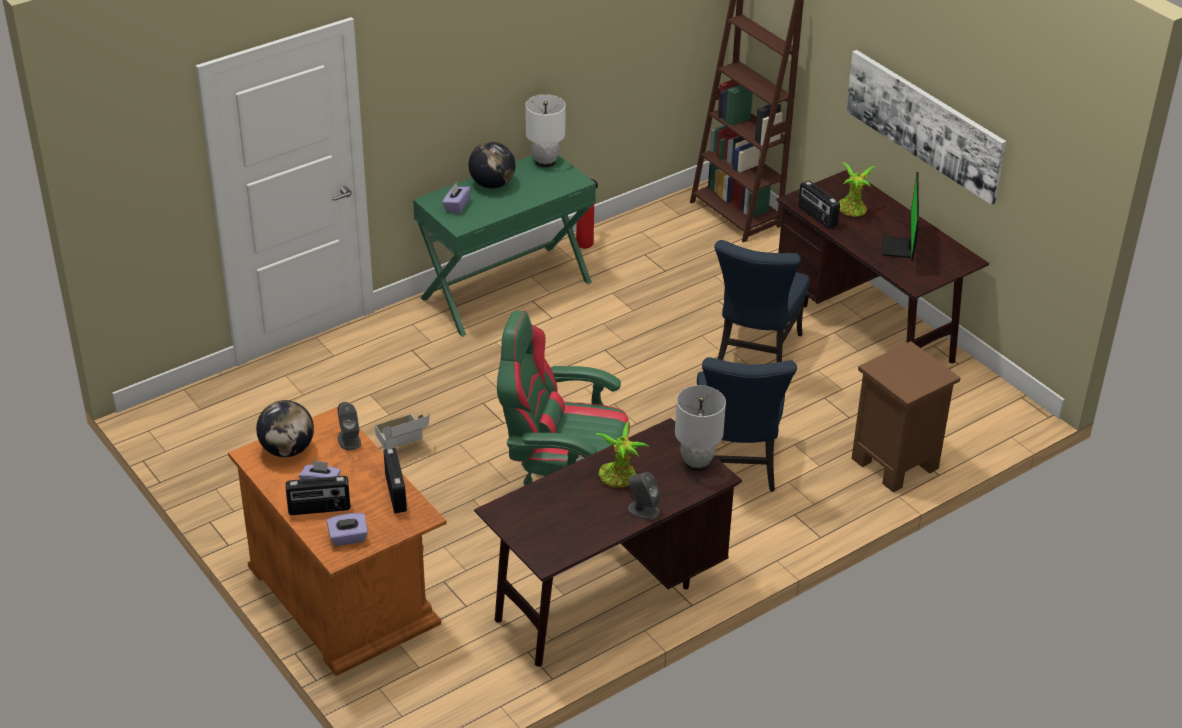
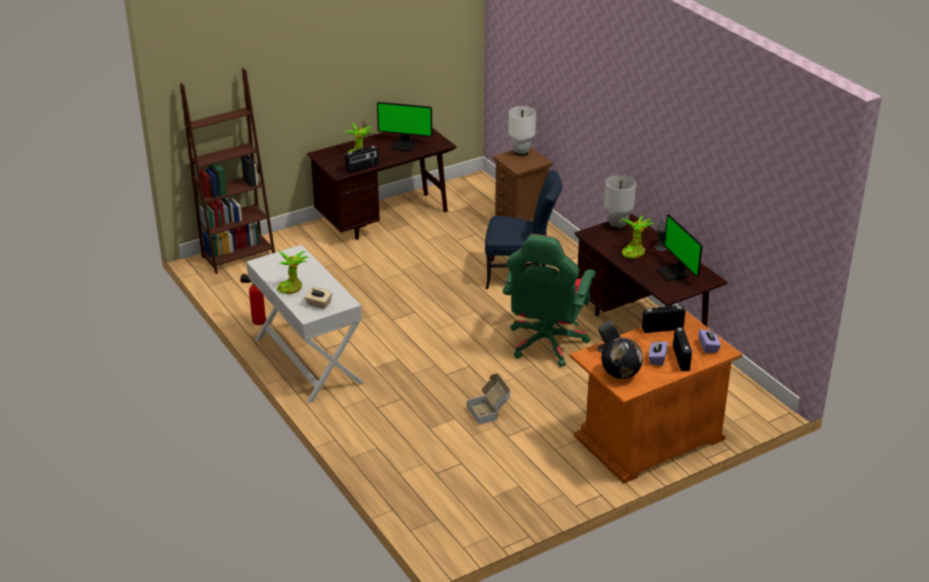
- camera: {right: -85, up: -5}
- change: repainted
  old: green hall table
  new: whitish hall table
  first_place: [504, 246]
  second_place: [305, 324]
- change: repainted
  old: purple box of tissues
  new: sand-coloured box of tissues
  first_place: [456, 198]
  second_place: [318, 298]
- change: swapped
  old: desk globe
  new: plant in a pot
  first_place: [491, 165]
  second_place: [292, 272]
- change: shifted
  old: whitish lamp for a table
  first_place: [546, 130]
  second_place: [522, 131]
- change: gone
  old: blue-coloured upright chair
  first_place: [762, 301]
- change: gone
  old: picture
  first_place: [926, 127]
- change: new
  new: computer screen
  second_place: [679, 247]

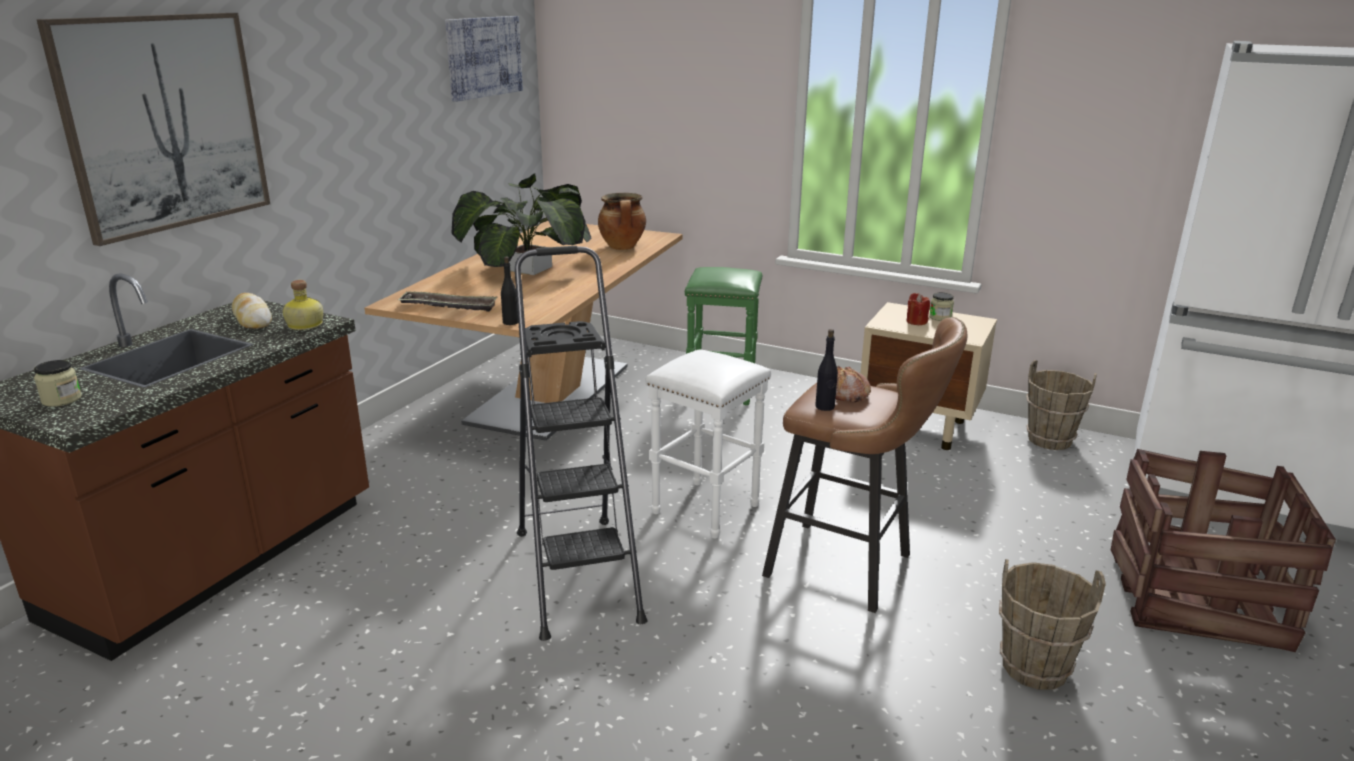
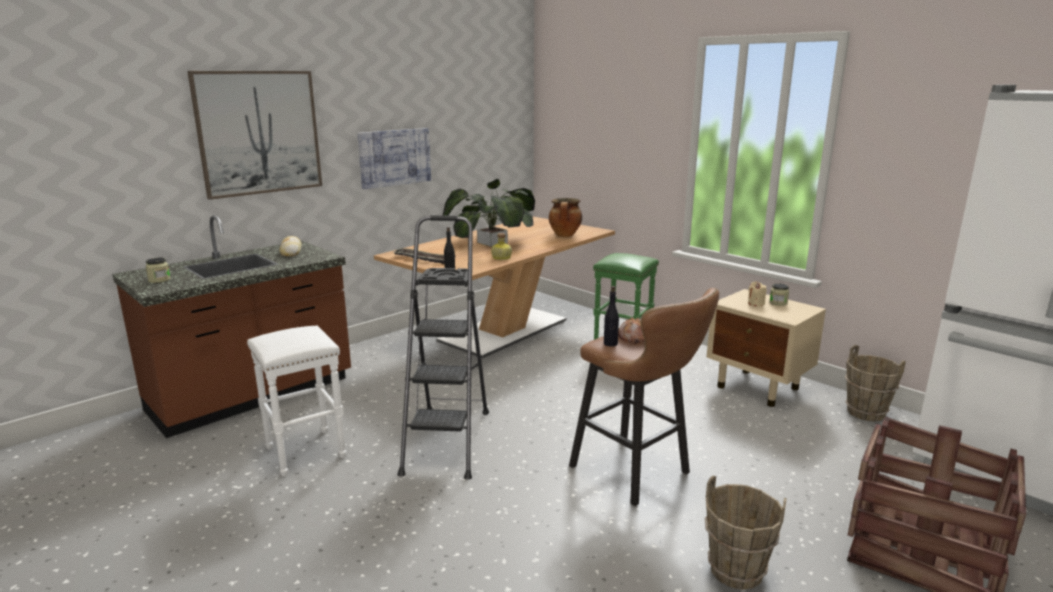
- camera: {right: 20, up: -5}
- change: shifted
  old: bottle
  first_place: [303, 305]
  second_place: [501, 246]
- change: shifted
  old: picture
  first_place: [484, 59]
  second_place: [394, 158]
- change: shifted
  old: whitish stool
  first_place: [708, 443]
  second_place: [296, 401]
- change: repainted
  old: reddish wax candle
  new: sand-coloured wax candle
  first_place: [918, 309]
  second_place: [757, 294]

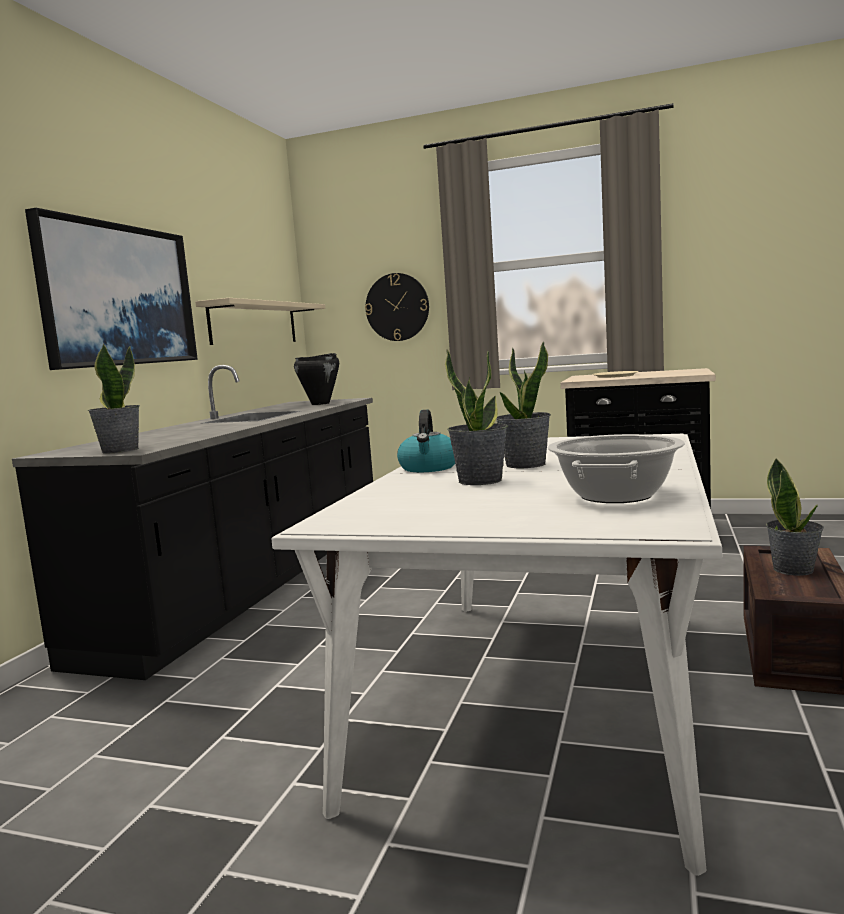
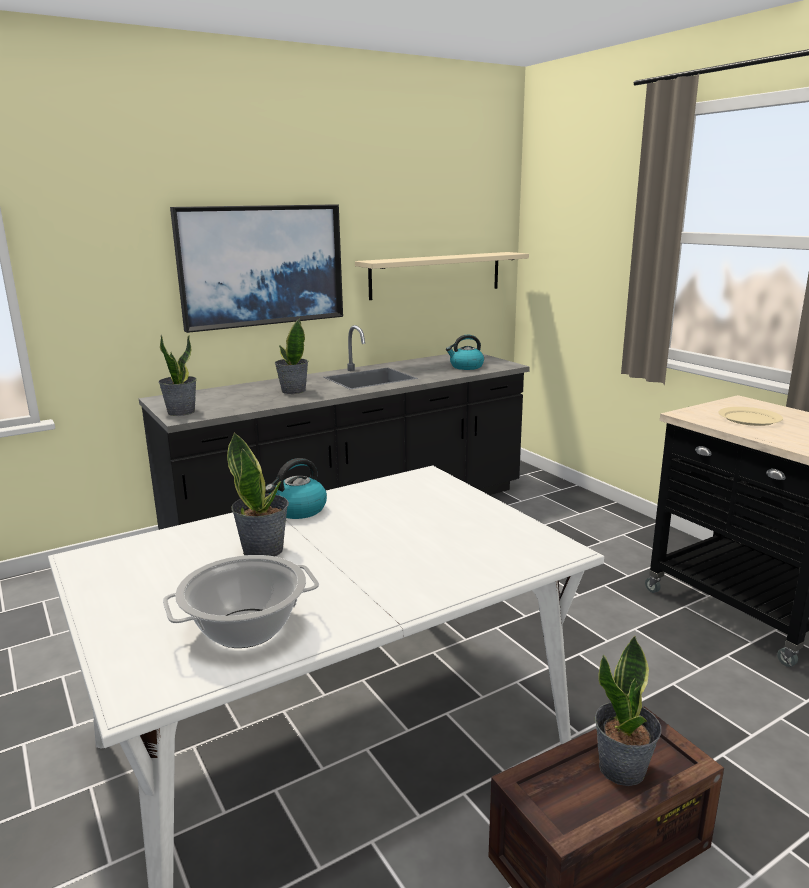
- camera: {right: 40, up: 10}
- change: swapped
  old: black saucepot
  new: tea kettle
  first_place: [316, 379]
  second_place: [465, 352]
- change: gone
  old: hanging clock
  first_place: [397, 307]
- change: shifted
  old: plant in a pot
  first_place: [523, 404]
  second_place: [291, 356]

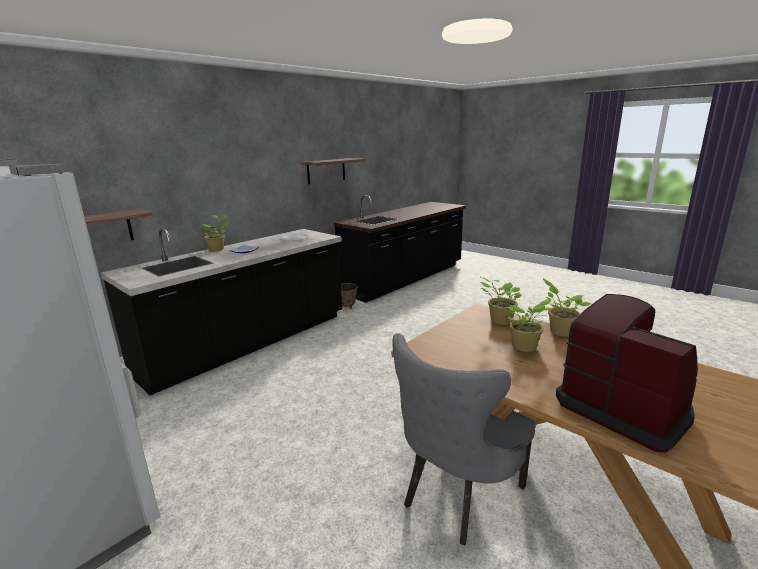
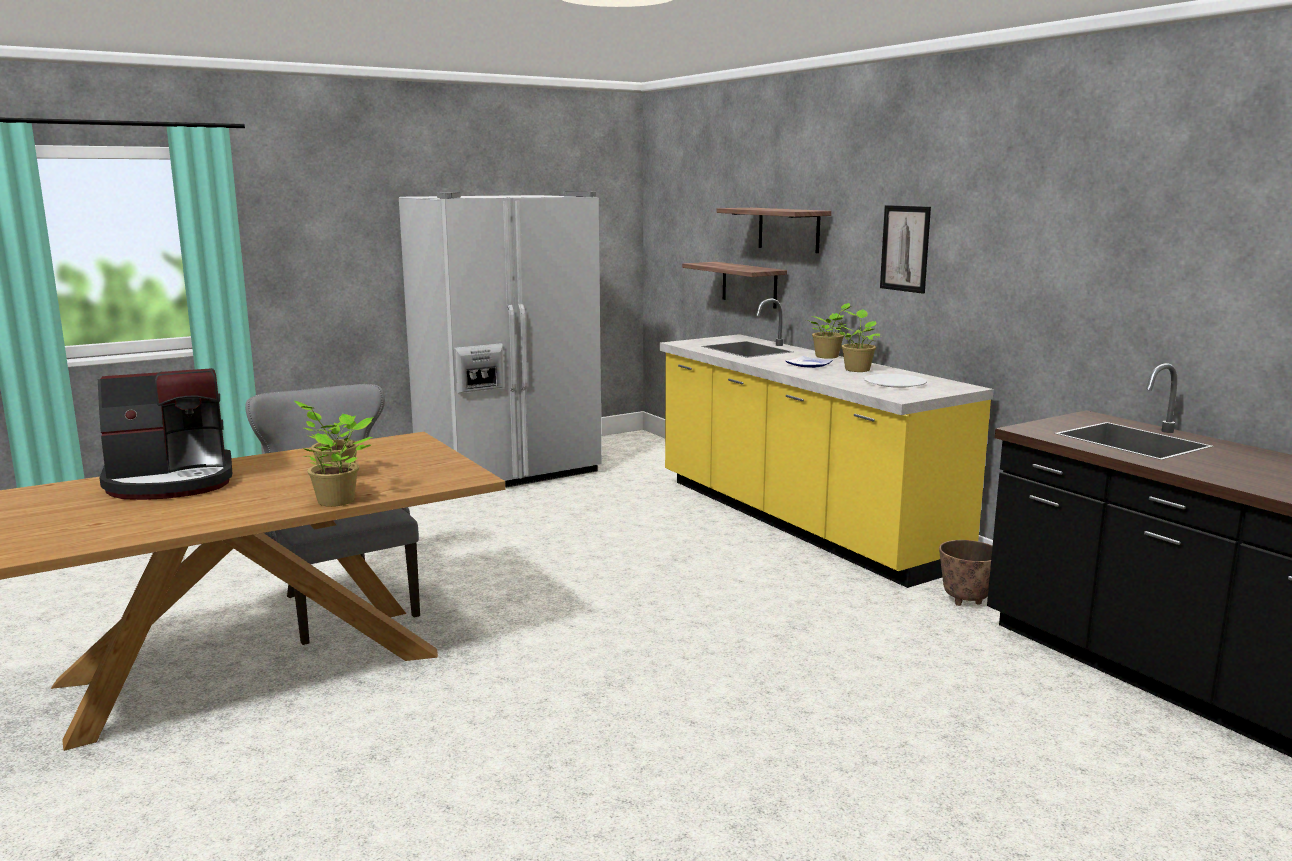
- camera: {right: 105, up: -5}
- change: repainted
  old: black kitchen counter
  new: yellow-coloured kitchen counter
  first_place: [221, 311]
  second_place: [826, 443]
- change: shifted
  old: bracket shelf
  first_place: [333, 171]
  second_place: [773, 230]
- change: shifted
  old: plant in a pot
  first_place: [500, 300]
  second_place: [858, 340]
- change: new
  new: picture
  second_place: [905, 249]

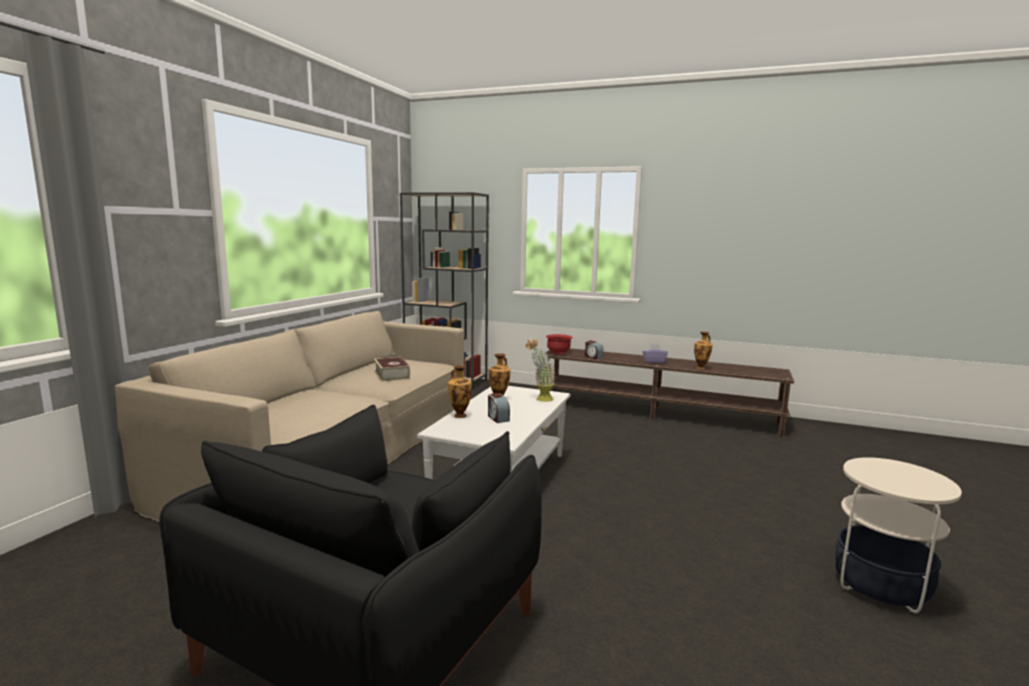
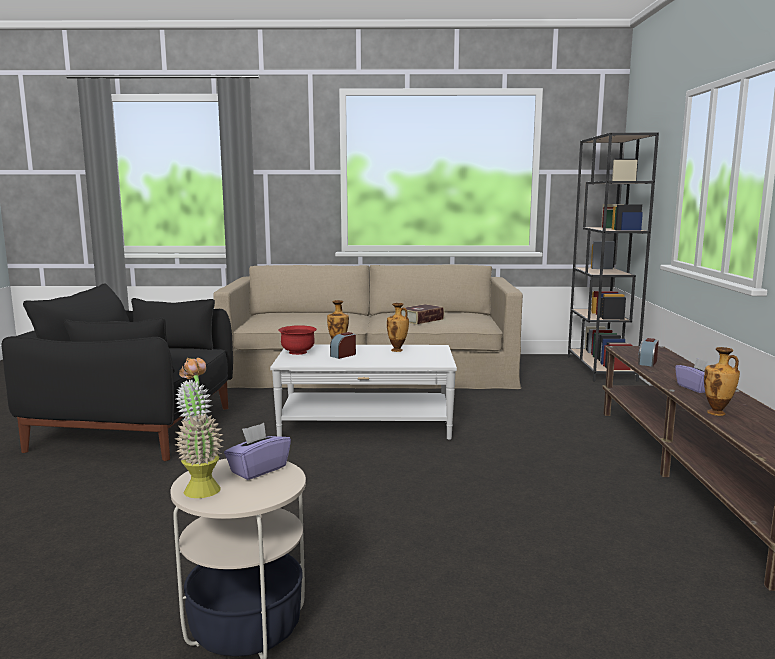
- camera: {right: 70, up: 0}
- change: shifted
  old: plant in a pot
  first_place: [540, 370]
  second_place: [199, 428]
- change: shifted
  old: reddish deep dish
  first_place: [559, 344]
  second_place: [297, 340]
- change: new
  new: purple box of tissues
  second_place: [257, 451]

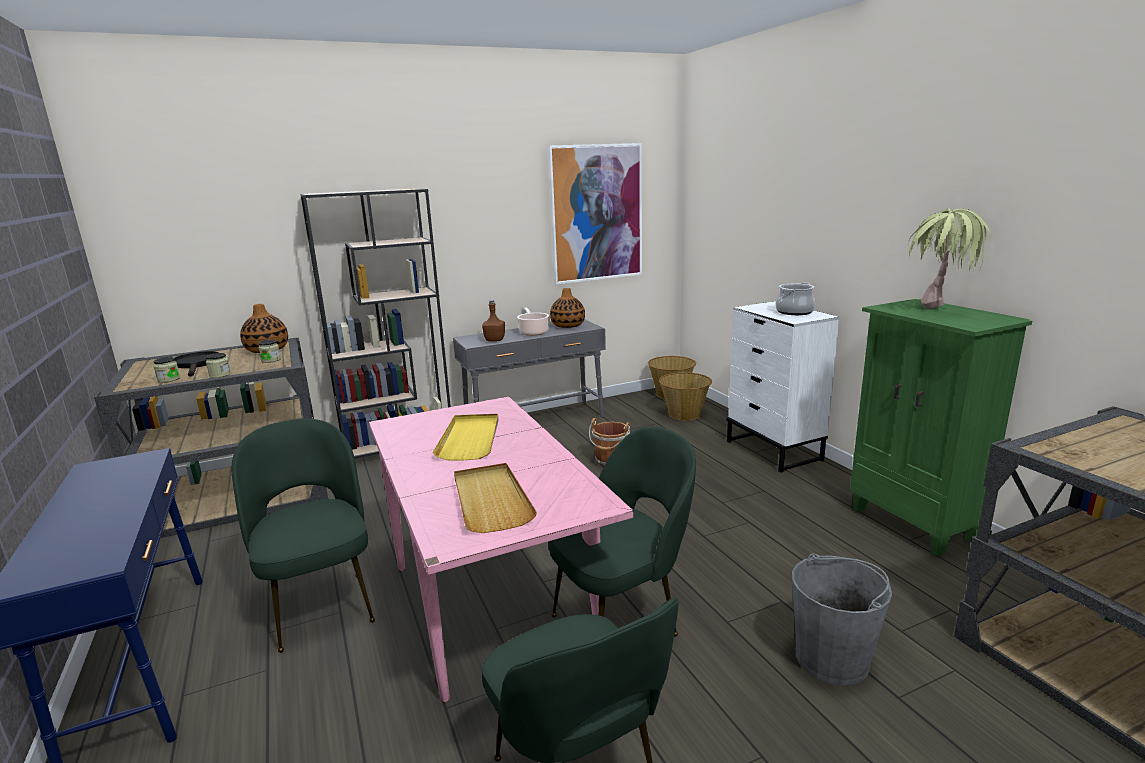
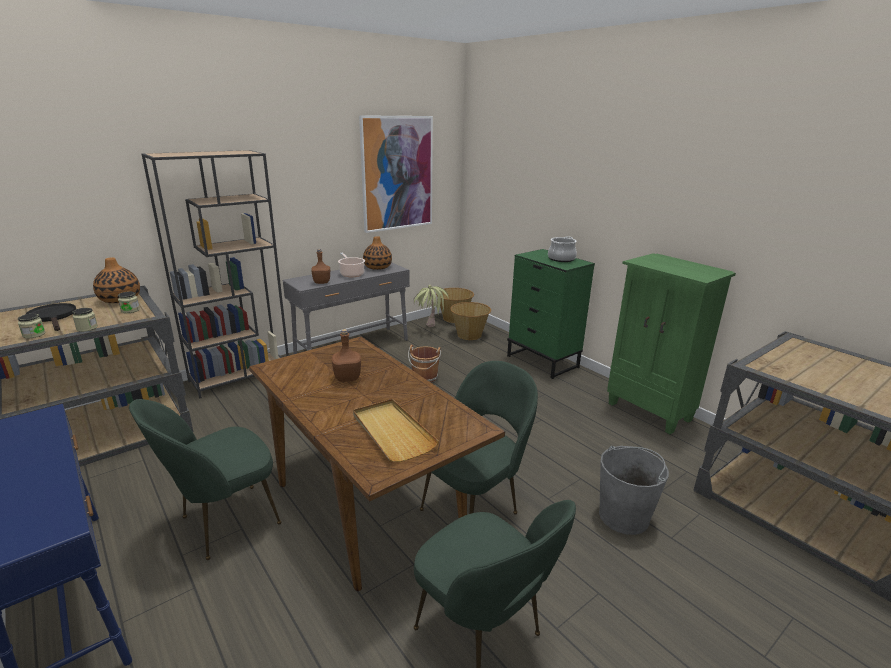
- camera: {right: -15, up: 5}
- change: rotated
  old: green upright chair
  first_place: [303, 535]
  second_place: [205, 479]
  degrees: -90
- change: repainted
  old: pink-coloured dinner table
  new: brownish dinner table
  first_place: [501, 549]
  second_place: [377, 463]
- change: swapped
  old: yellow-coloured serving tray
  new: brownish bottle
  first_place: [465, 437]
  second_place: [346, 355]
- change: repainted
  old: whitish chest of drawers
  new: green chest of drawers
  first_place: [783, 387]
  second_place: [551, 314]
- change: shifted
  old: plant in a pot
  first_place: [949, 258]
  second_place: [431, 306]

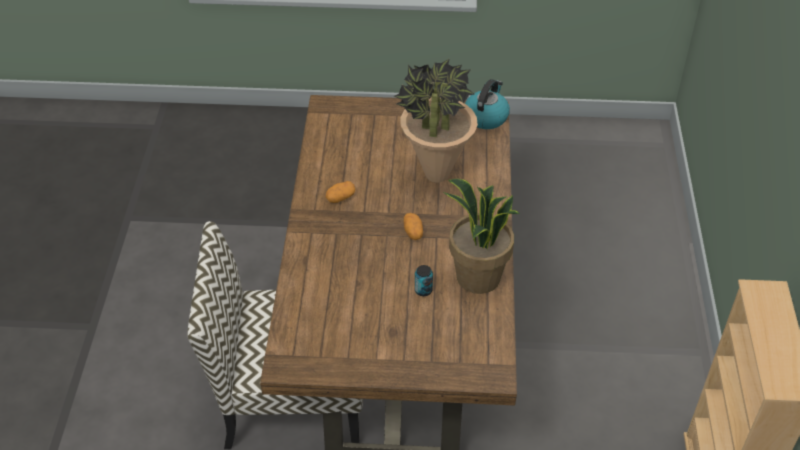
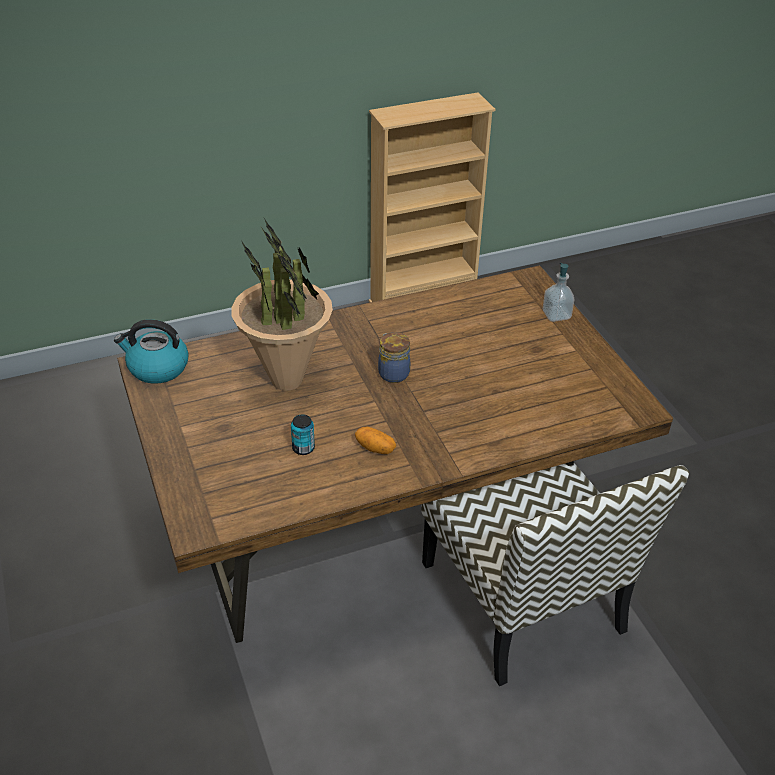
- camera: {right: -115, up: -5}
- change: swapped
  old: spud
  new: jar
  first_place: [413, 226]
  second_place: [394, 357]
- change: shifted
  old: can
  first_place: [424, 280]
  second_place: [303, 434]
- change: gone
  old: plant in a pot
  first_place: [481, 236]
- change: new
  new: soap dispenser
  second_place: [558, 292]

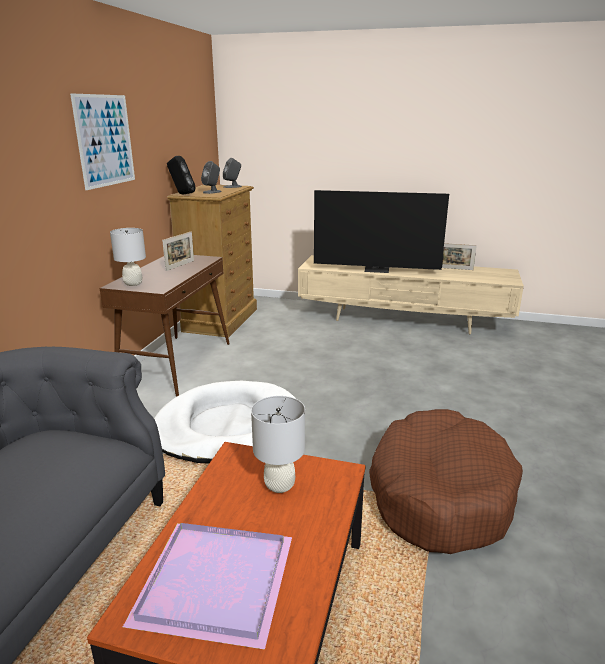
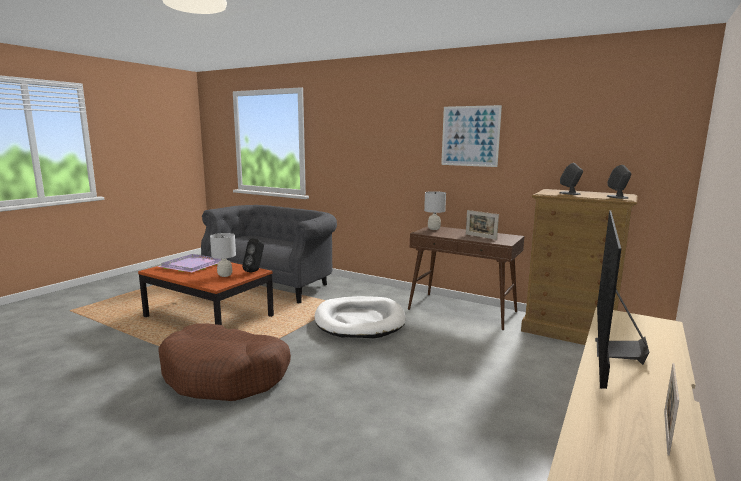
- camera: {right: 105, up: -10}
- change: shifted
  old: black speaker
  first_place: [181, 175]
  second_place: [253, 255]

